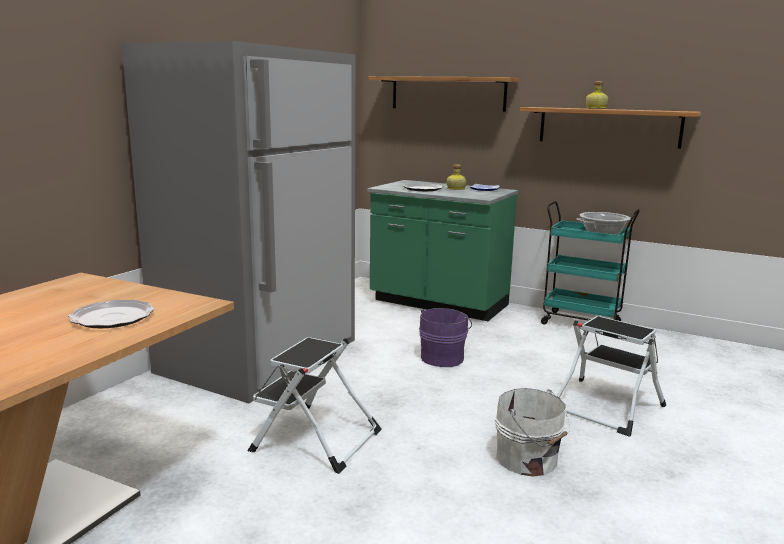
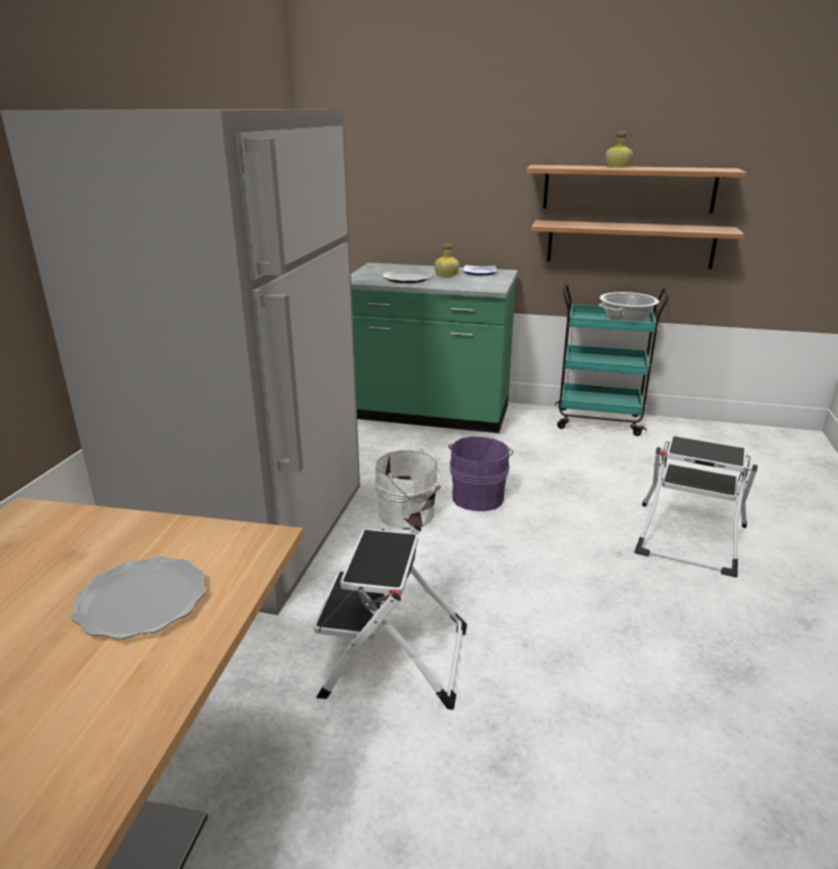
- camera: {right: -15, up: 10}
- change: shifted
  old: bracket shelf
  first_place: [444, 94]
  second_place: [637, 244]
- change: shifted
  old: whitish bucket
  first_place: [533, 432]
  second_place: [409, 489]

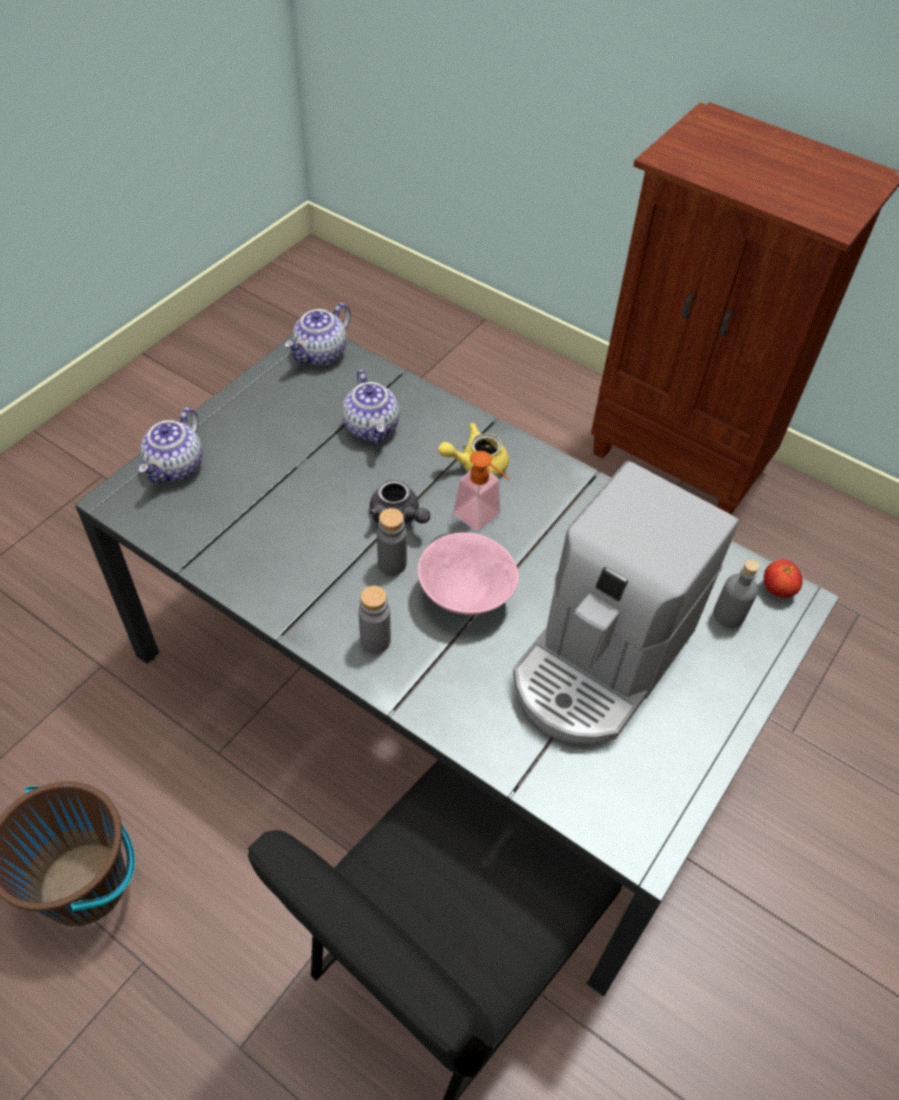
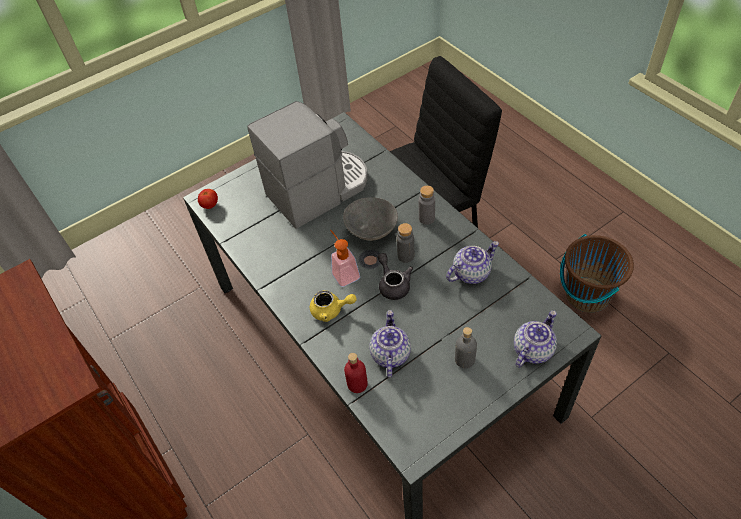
- camera: {right: -155, up: 0}
- change: shifted
  old: tea pot
  first_place: [318, 334]
  second_place: [472, 262]
- change: repainted
  old: pink-coloured deep dish
  new: grey deep dish
  first_place: [468, 573]
  second_place: [370, 219]
- change: shifted
  old: grey bottle
  first_place: [736, 594]
  second_place: [466, 347]
- change: new
  new: reddish bottle
  second_place: [356, 373]

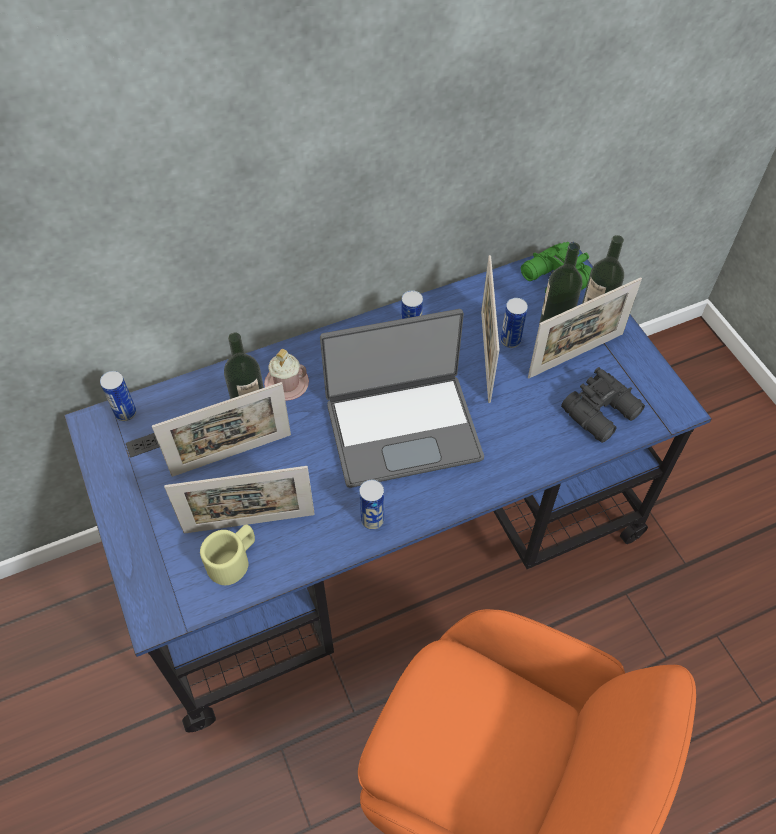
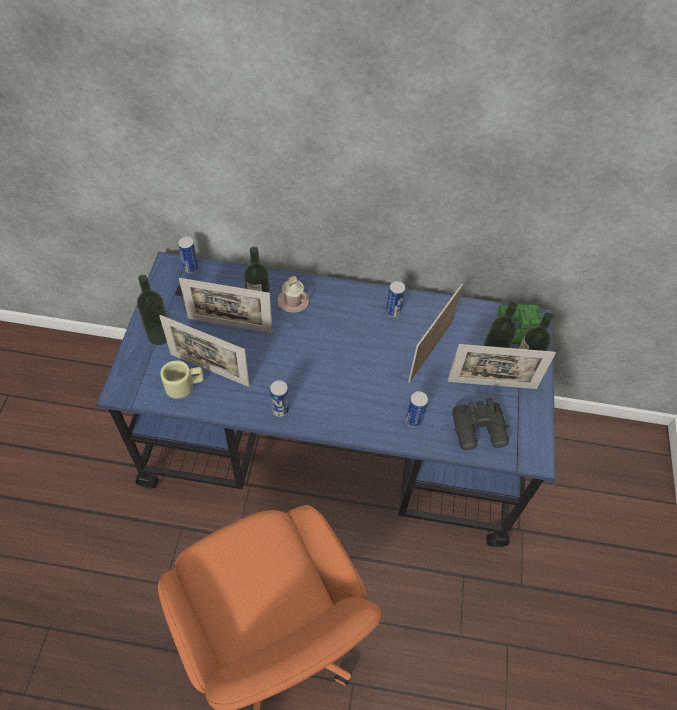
- camera: {right: 30, up: 0}
- change: gone
  old: portable computer
  first_place: [402, 398]
- change: shifted
  old: can
  first_place: [514, 323]
  second_place: [416, 409]
- change: new
  new: bottle
  second_place: [152, 310]

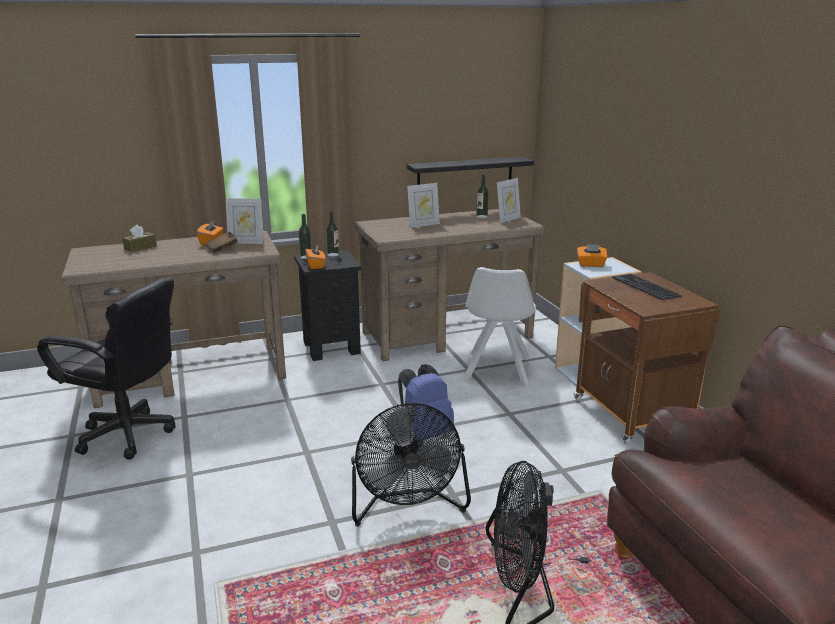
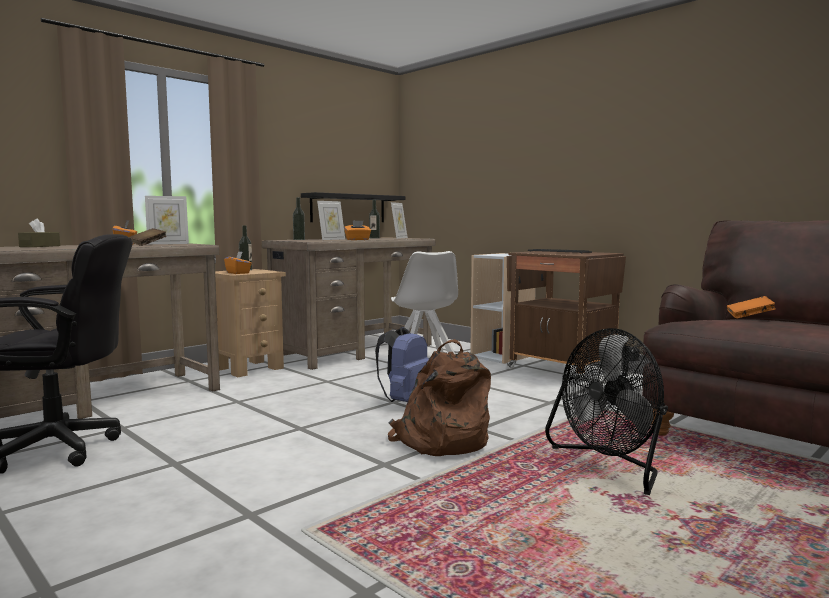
- camera: {right: -25, up: -15}
- change: repainted
  old: black nightstand
  new: sand-coloured nightstand
  first_place: [328, 305]
  second_place: [250, 323]
- change: shifted
  old: bottle
  first_place: [305, 236]
  second_place: [299, 218]
- change: swapped
  old: black cooling fan
  new: brownish rucksack
  first_place: [411, 465]
  second_place: [439, 397]
- change: shifted
  old: orange-coloured box of tissues
  first_place: [592, 255]
  second_place: [357, 230]
- change: new
  new: orange-coloured bound book
  second_place: [751, 307]

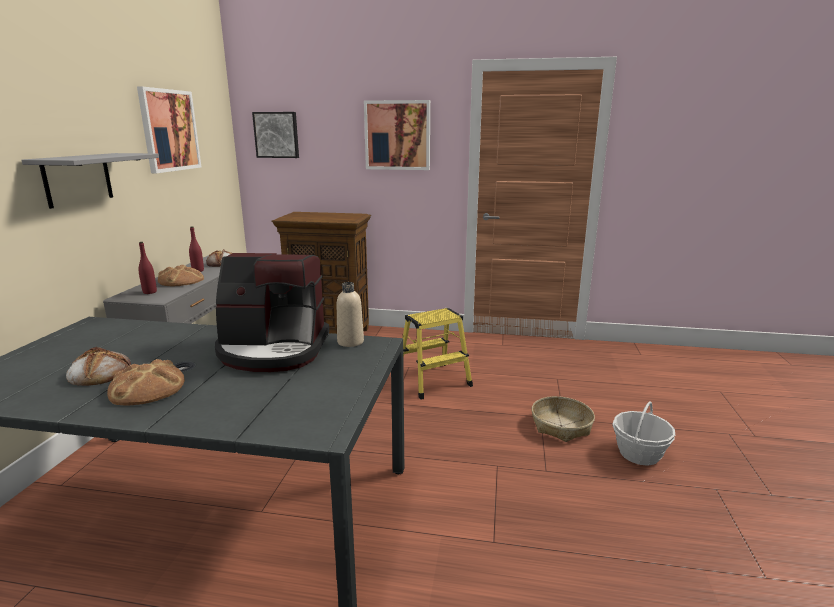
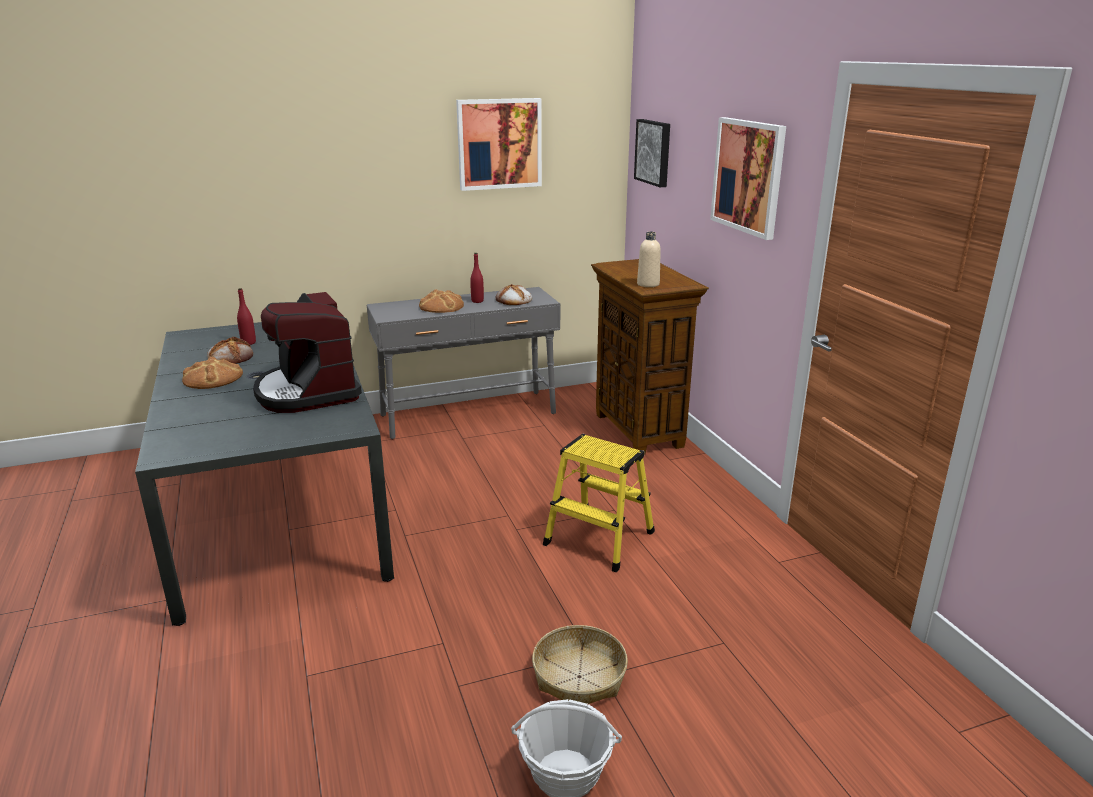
- camera: {right: 60, up: 5}
- change: gone
  old: grey bracket shelf
  first_place: [90, 181]
- change: shifted
  old: reddish bottle
  first_place: [147, 268]
  second_place: [246, 316]
- change: shifted
  old: sand-coloured bottle
  first_place: [350, 314]
  second_place: [649, 259]

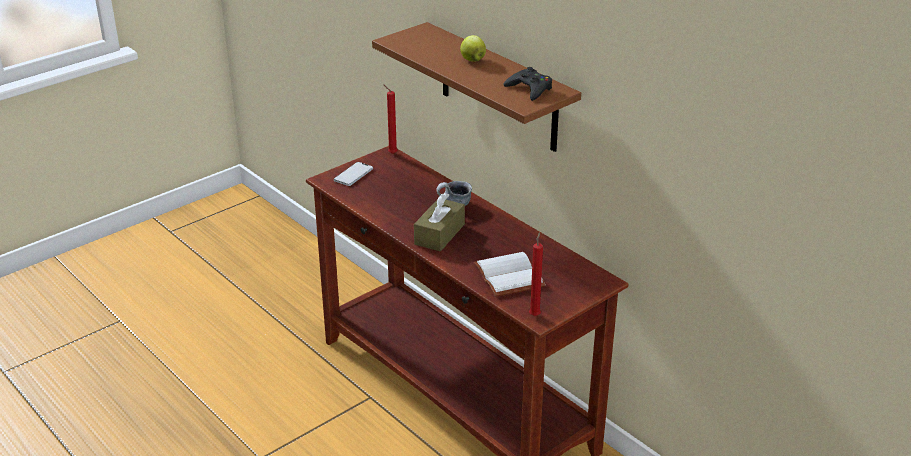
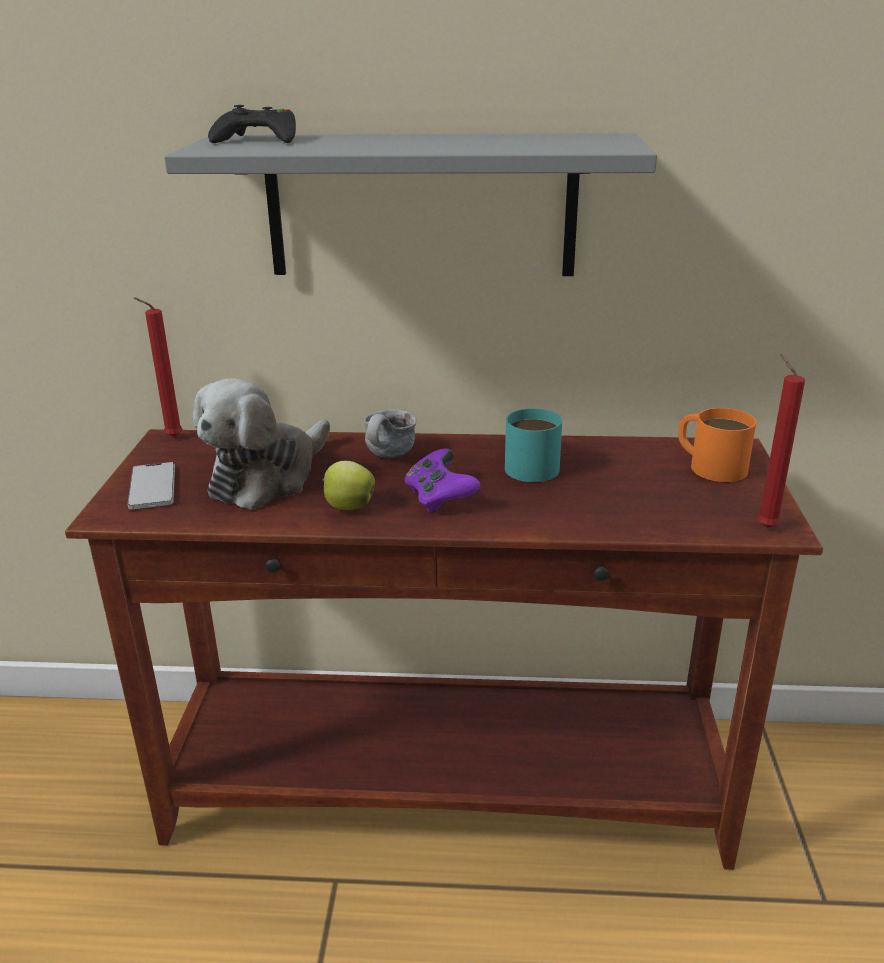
- camera: {right: -45, up: -5}
- change: repainted
  old: brownish bracket shelf
  new: grey bracket shelf
  first_place: [476, 87]
  second_place: [410, 204]
- change: swapped
  old: brownish box of tissues
  new: purple gamepad
  first_place: [439, 222]
  second_place: [443, 480]
- change: shifted
  old: apple fruit
  first_place: [473, 48]
  second_place: [349, 485]
- change: gone
  old: whitish bound book
  first_place: [510, 274]
- change: shifted
  old: black gamepad
  first_place: [527, 84]
  second_place: [252, 124]
- change: new
  new: soft toy
  second_place: [261, 444]
- change: new
  new: blue-green coffee mug
  second_place: [533, 445]
- change: new
  new: orange-coloured coffee mug
  second_place: [717, 445]

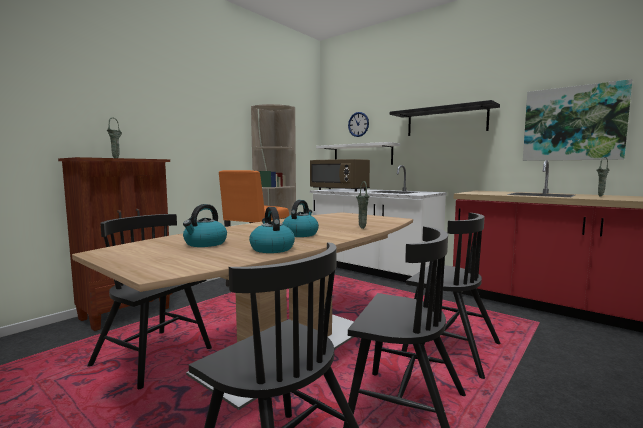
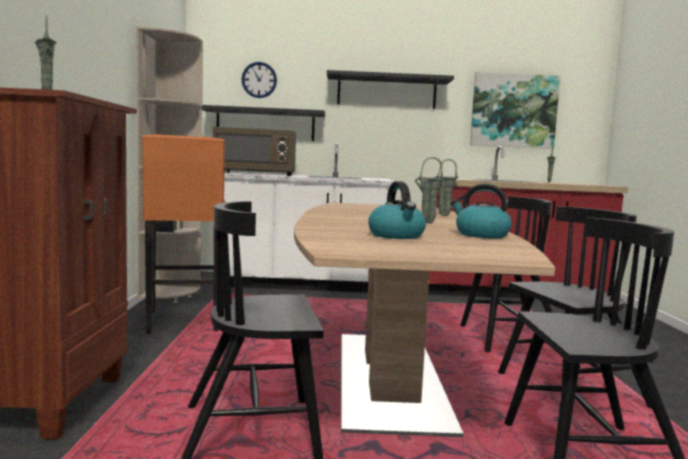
- camera: {right: -40, up: 0}
- change: swapped
  old: tea kettle
  new: green flower vase
  first_place: [300, 218]
  second_place: [429, 190]
- change: repainted
  old: whitish bracket shelf
  new: black bracket shelf
  first_place: [358, 153]
  second_place: [263, 123]

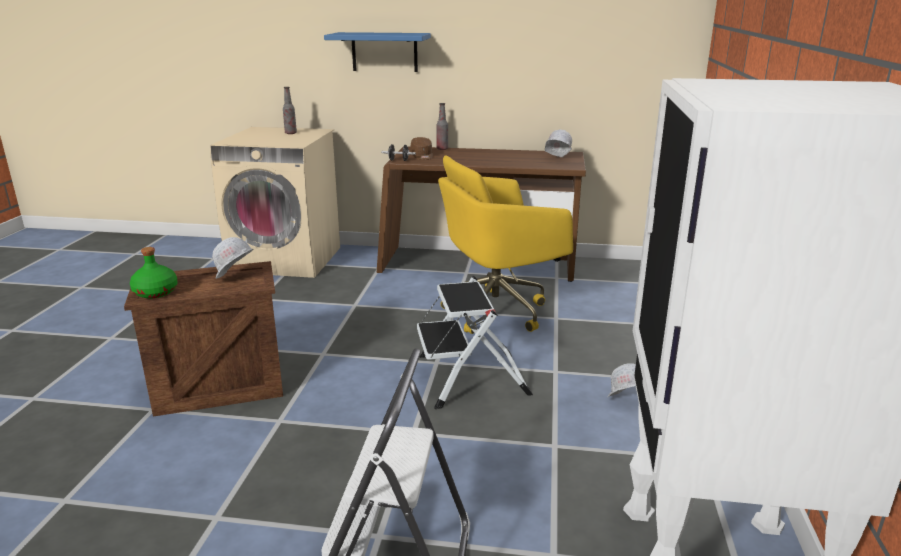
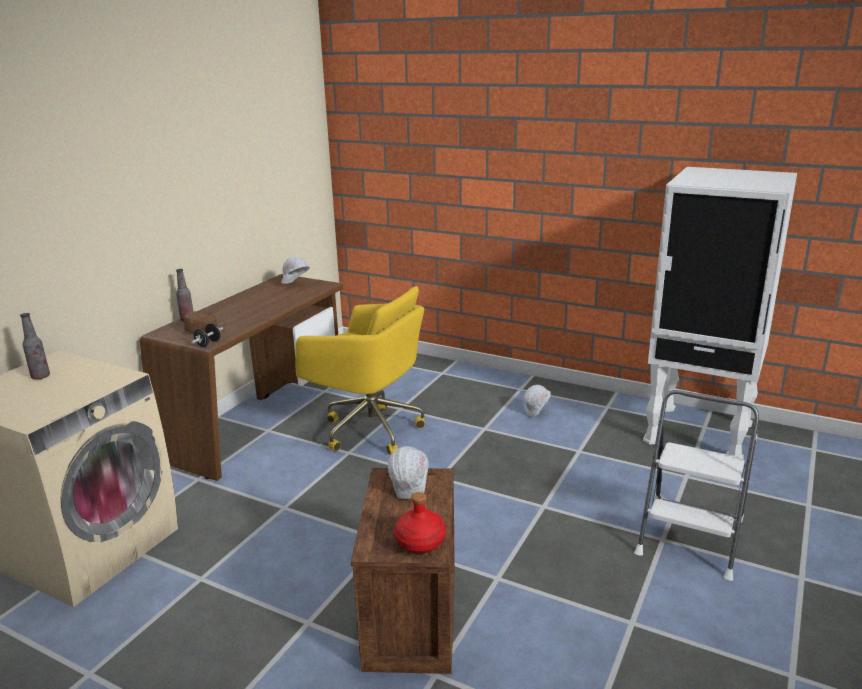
- camera: {right: -70, up: 0}
- change: repainted
  old: green bottle
  new: reddish bottle
  first_place: [153, 272]
  second_place: [420, 522]
- change: gone
  old: blue-coloured bracket shelf
  first_place: [377, 52]
- change: gone
  old: stepladder
  first_place: [475, 342]
- change: rotated
  old: yellow-coloured office chair
  first_place: [505, 244]
  second_place: [360, 370]
  degrees: -60

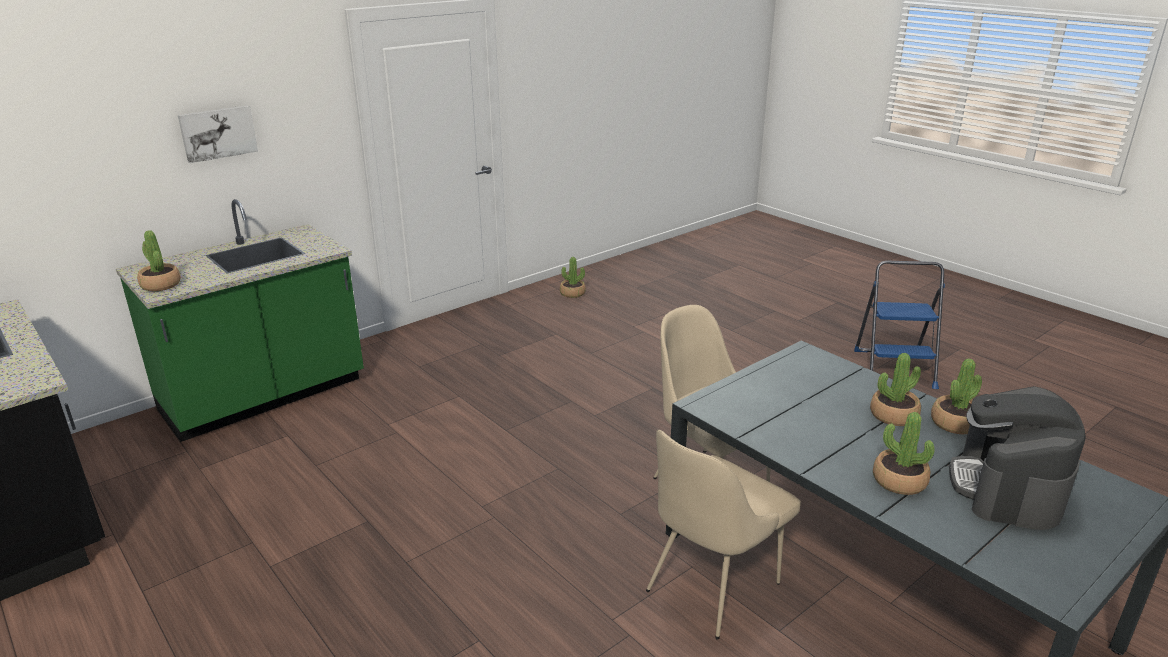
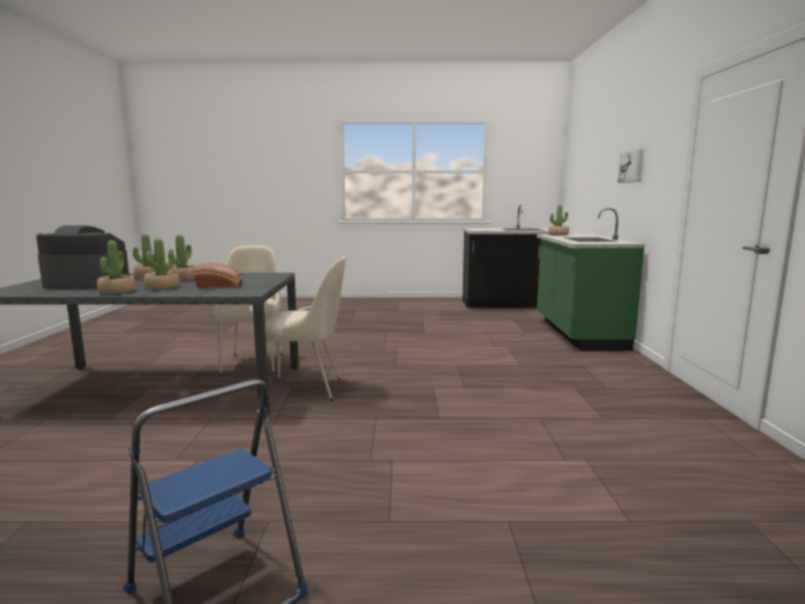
- camera: {right: 130, up: -15}
- change: shifted
  old: plant in a pot
  first_place: [573, 277]
  second_place: [181, 258]
- change: rotated
  old: coffee machine
  first_place: [1017, 458]
  second_place: [82, 257]
  degrees: -60
- change: new
  new: bakery bread
  second_place: [218, 275]

